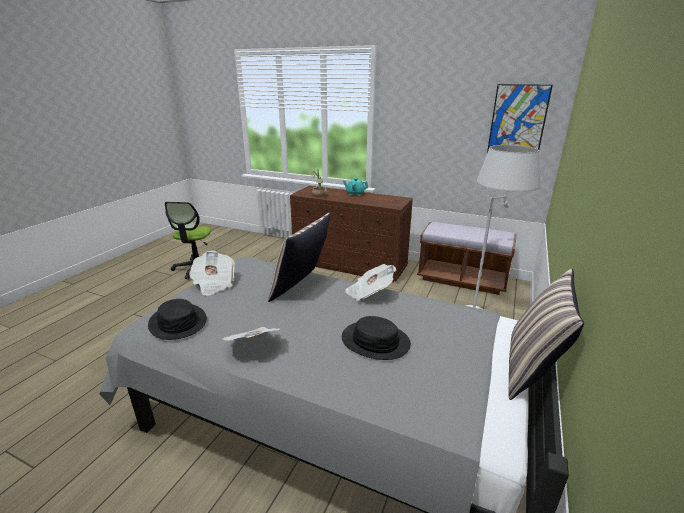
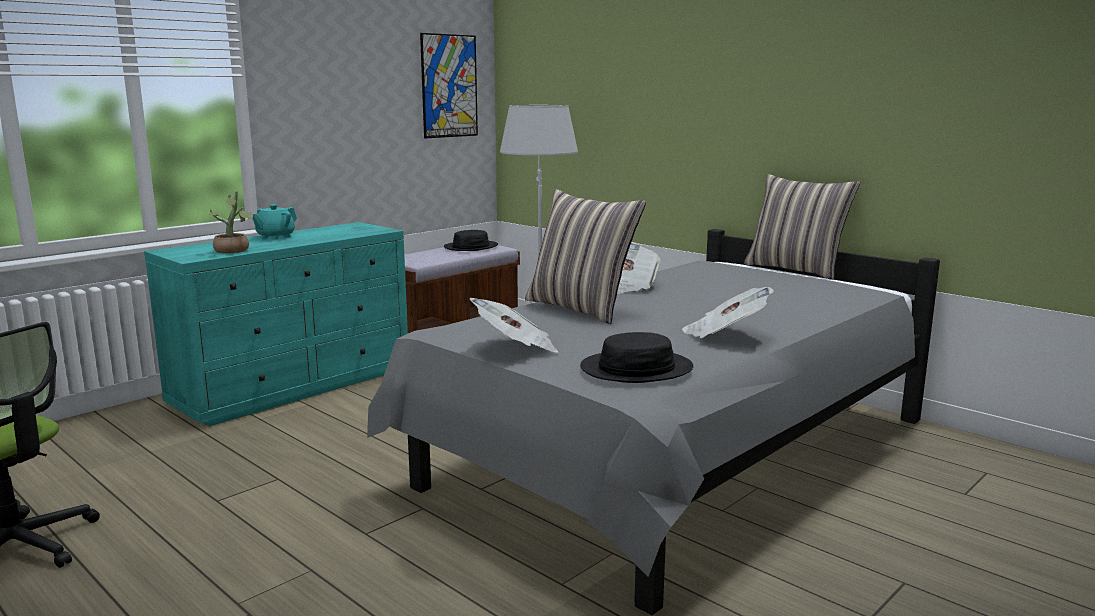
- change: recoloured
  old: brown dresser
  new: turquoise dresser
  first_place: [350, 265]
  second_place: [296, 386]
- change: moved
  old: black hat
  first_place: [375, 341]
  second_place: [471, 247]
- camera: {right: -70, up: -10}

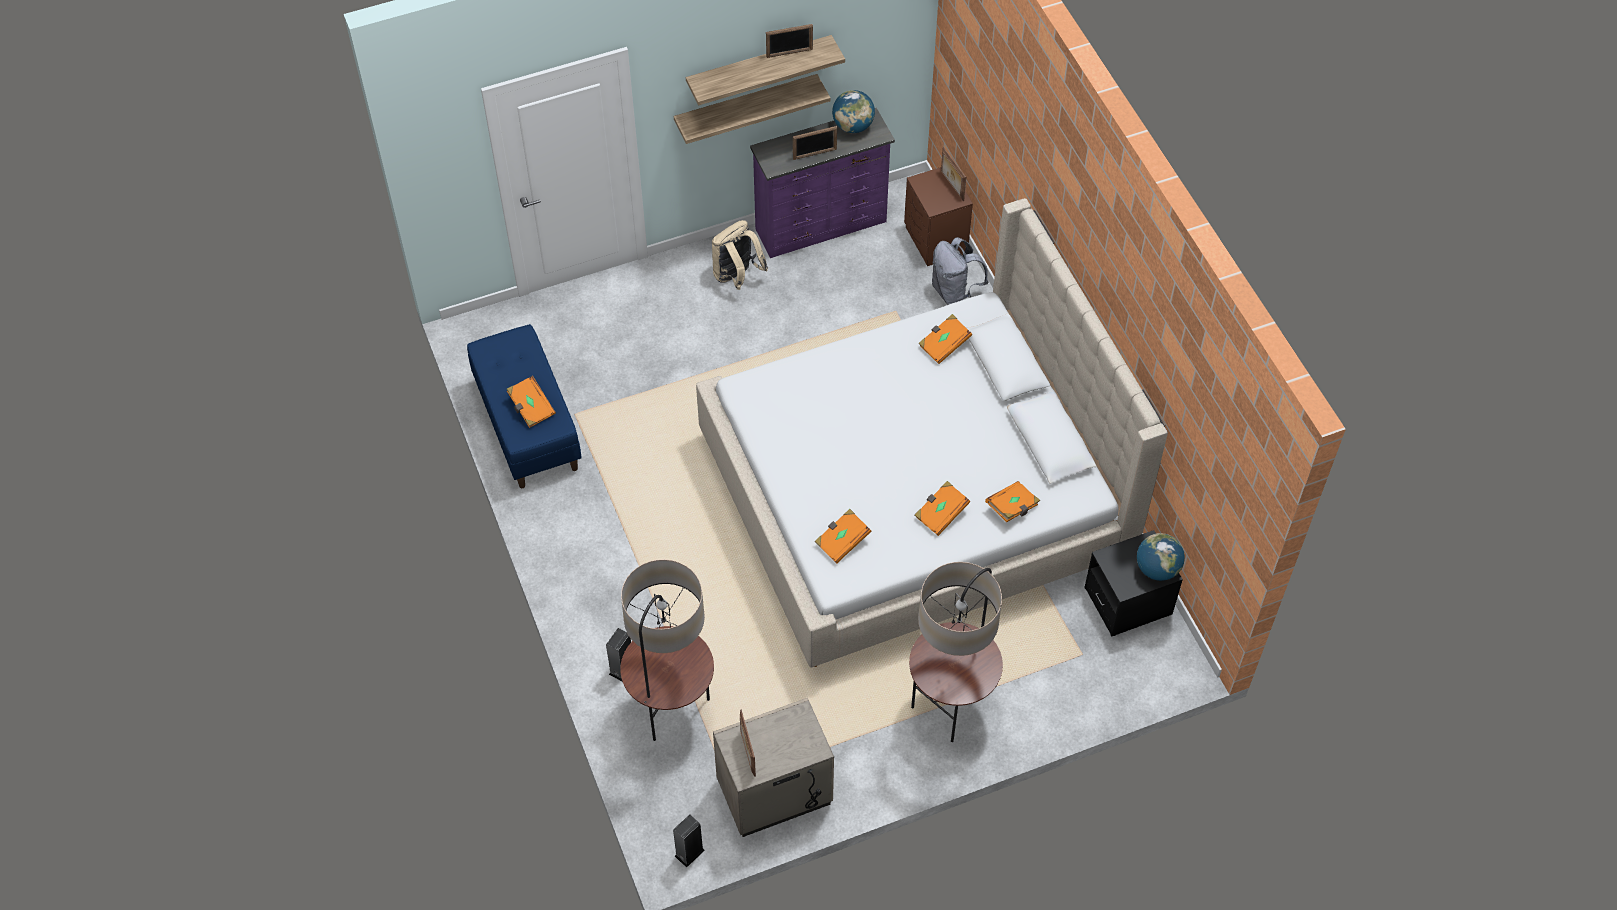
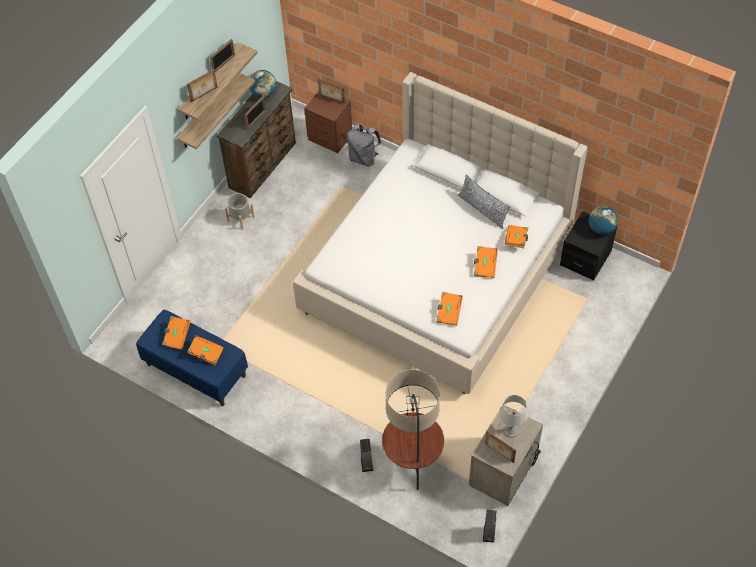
- change: replaced
  old: beige backpack
  new: grey planter
  first_place: [736, 276]
  second_place: [241, 218]
- change: recoloured
  old: purple dresser
  new: brown dresser
  first_place: [822, 226]
  second_place: [264, 165]
- change: removed
  old: floor lamp
  first_place: [950, 706]
- change: moved
  old: orange book
  first_place: [944, 344]
  second_place: [176, 336]
- change: added
  new: picture frame
  second_place: [204, 95]
- change: added
  new: pillow
  second_place: [482, 209]
- change: added
  new: grey table lamp
  second_place: [511, 430]
- camera: {right: -35, up: 0}

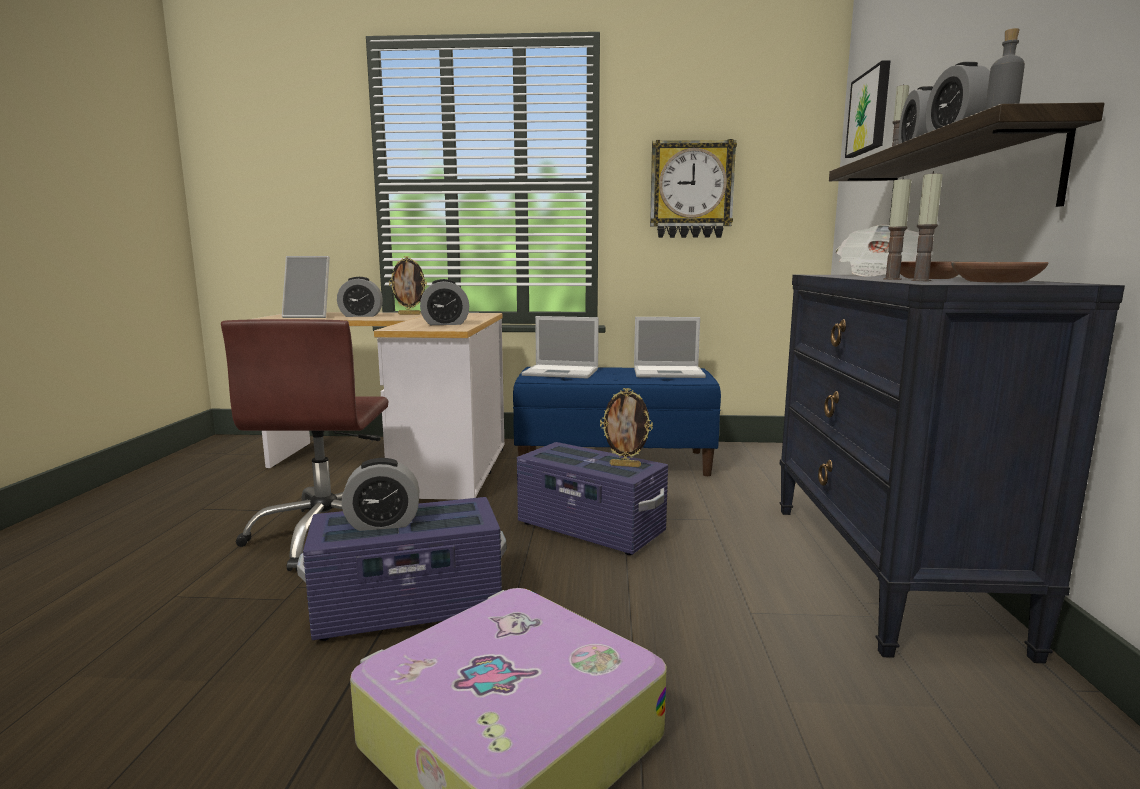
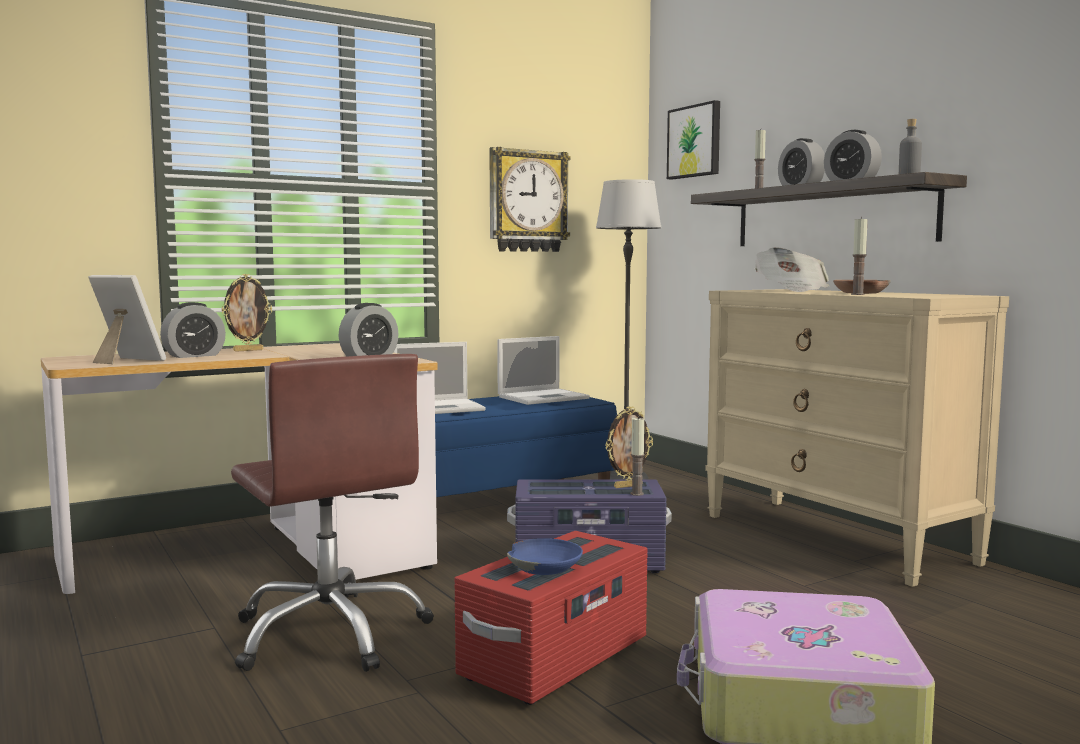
- change: turned
  old: picture frame
  first_place: [310, 316]
  second_place: [125, 361]
  degrees: -120
- change: recoloured
  old: purple storage box
  new: red storage box
  first_place: [409, 607]
  second_place: [556, 659]
- change: replaced
  old: alarm clock
  new: blue bowl
  first_place: [383, 523]
  second_place: [545, 567]
- change: recoloured
  old: black dresser
  new: beige dresser
  first_place: [884, 570]
  second_place: [836, 538]
- change: moved
  old: candle
  first_place: [921, 280]
  second_place: [637, 493]
- change: removed
  old: brown bowl
  first_place: [998, 281]
- change: added
  new: floor lamp
  second_place: [626, 477]
- camera: {right: -35, up: -5}

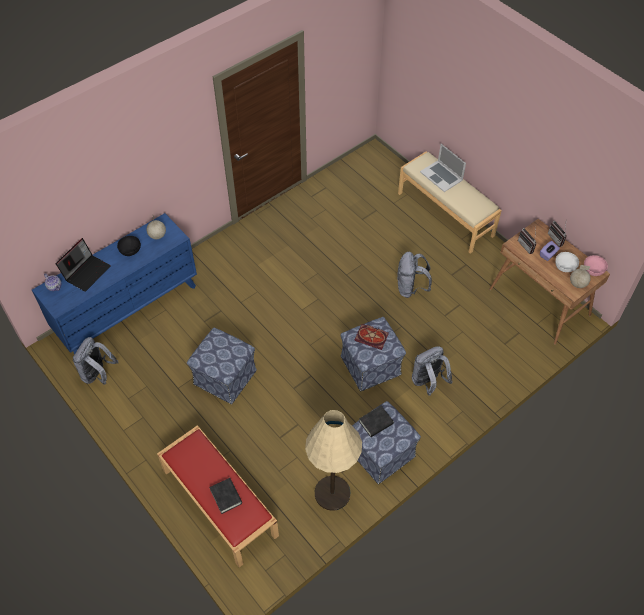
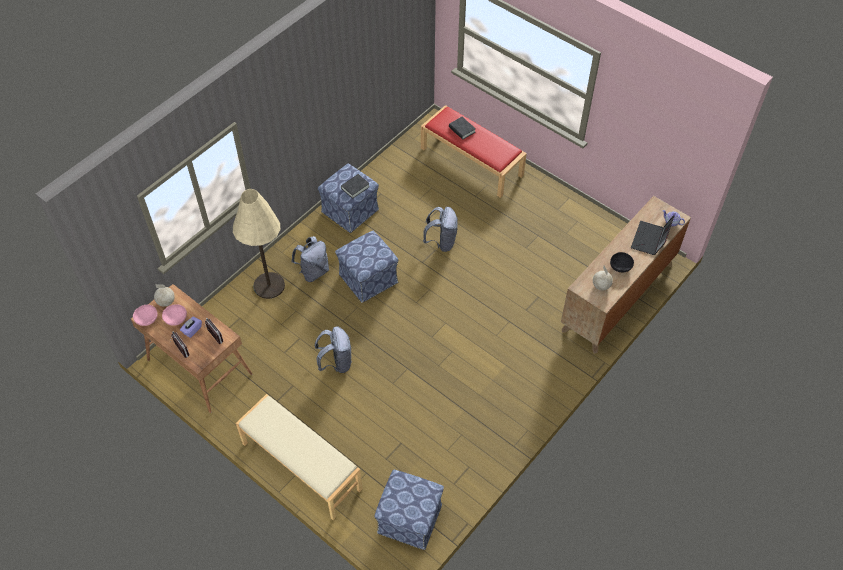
- change: recoloured
  old: blue dresser
  new: brown dresser
  first_place: [127, 309]
  second_place: [618, 297]
- change: moved
  old: grey backpack
  first_place: [98, 374]
  second_place: [441, 242]
- change: moved
  old: ottoman
  first_place: [224, 377]
  second_place: [410, 519]
- change: moved
  old: beige floor lamp
  first_place: [332, 493]
  second_place: [269, 286]
- change: removed
  old: book
  first_place: [372, 337]
- change: removed
  old: laptop
  first_place: [441, 176]
- change: recoloured
  old: white bowl
  new: pink bowl
  first_place: [565, 266]
  second_place: [176, 319]
- camera: {right: 170, up: 0}

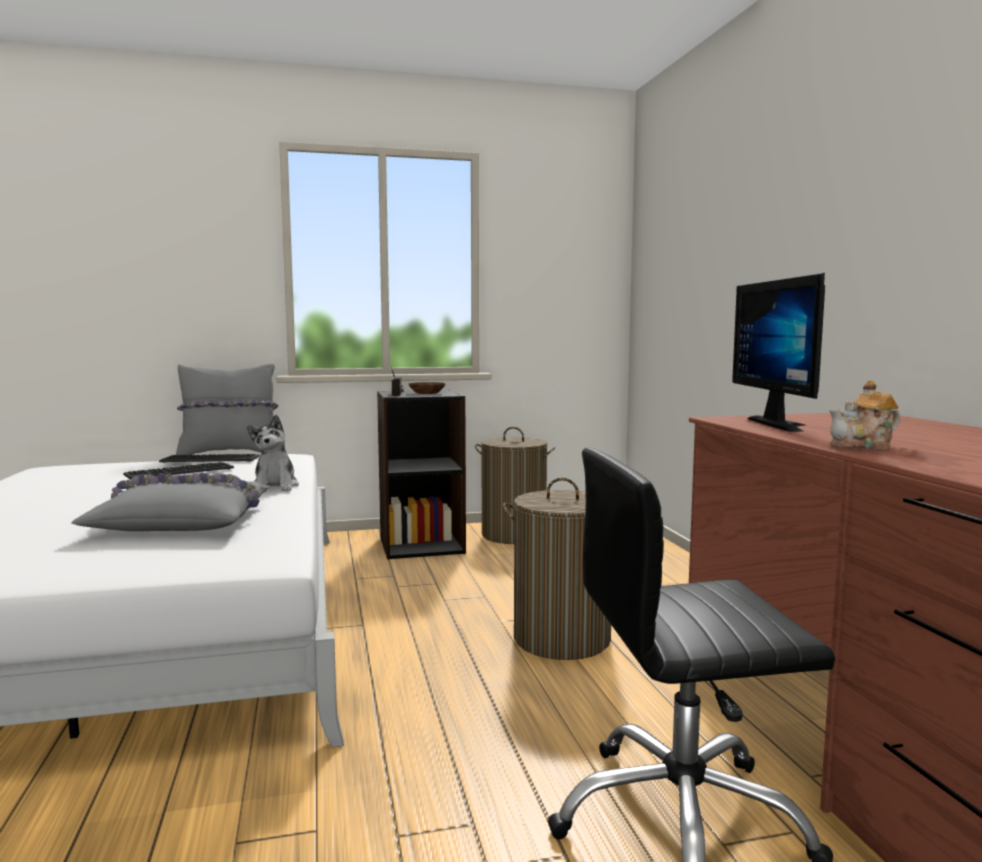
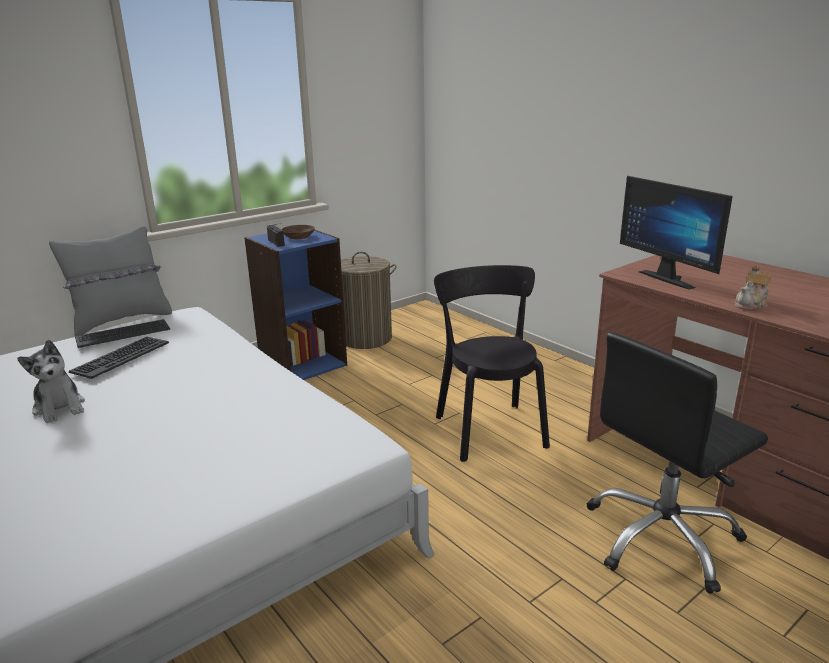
- change: removed
  old: grey pillow
  first_place: [184, 522]
- change: moved
  old: plush toy
  first_place: [275, 486]
  second_place: [60, 407]
- change: recoloured
  old: black bookcase
  new: blue bookcase
  first_place: [421, 545]
  second_place: [302, 363]
- change: replaced
  old: laundry basket
  new: black chair
  first_place: [562, 639]
  second_place: [489, 428]
- camera: {right: -25, up: 15}

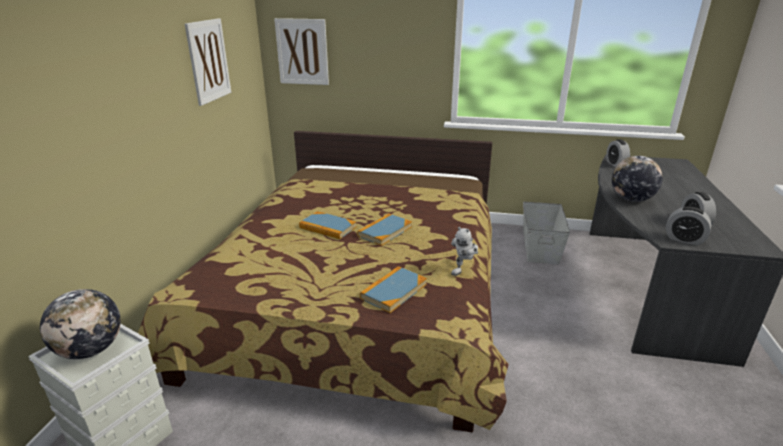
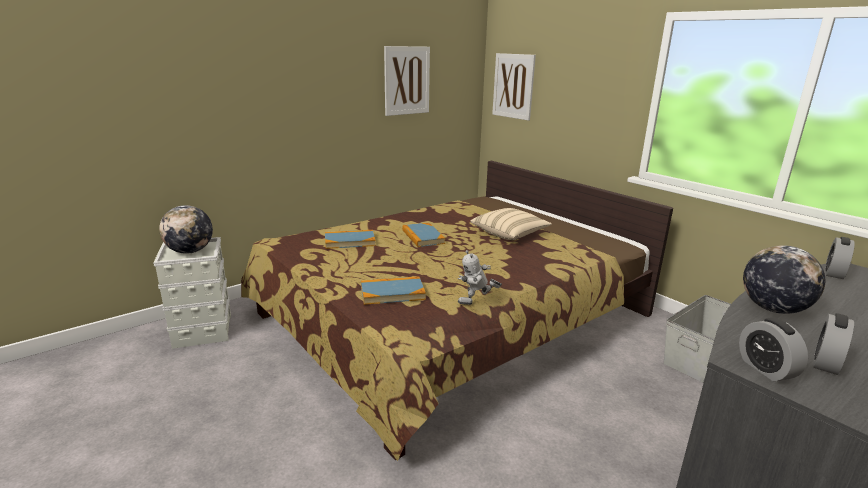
- change: moved
  old: book
  first_place: [385, 231]
  second_place: [350, 241]
- change: added
  new: beige pillow
  second_place: [510, 234]
- camera: {right: 40, up: -5}

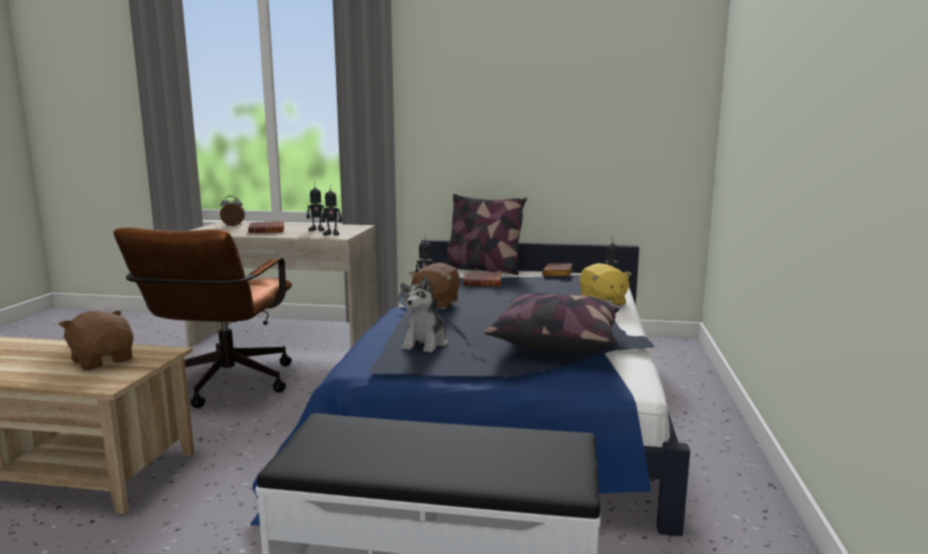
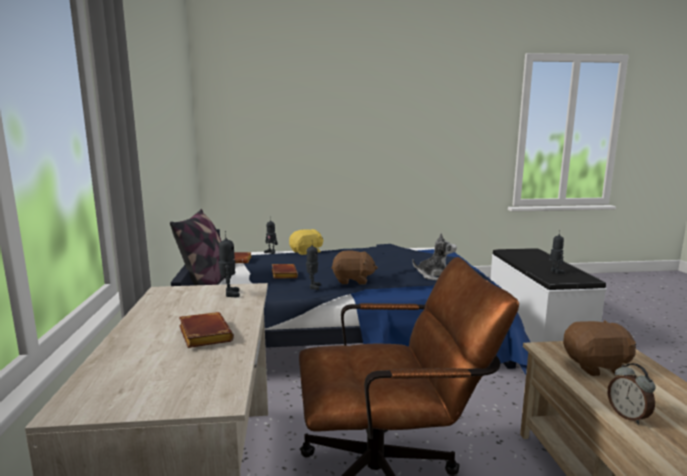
- change: turned
  old: brown plush toy
  first_place: [103, 360]
  second_place: [596, 366]
  degrees: -120
- change: moved
  old: alarm clock
  first_place: [233, 225]
  second_place: [628, 416]
- change: moved
  old: toy robot
  first_place: [317, 230]
  second_place: [555, 272]
- change: removed
  old: pillow
  first_place: [555, 342]
- camera: {right: -105, up: 0}

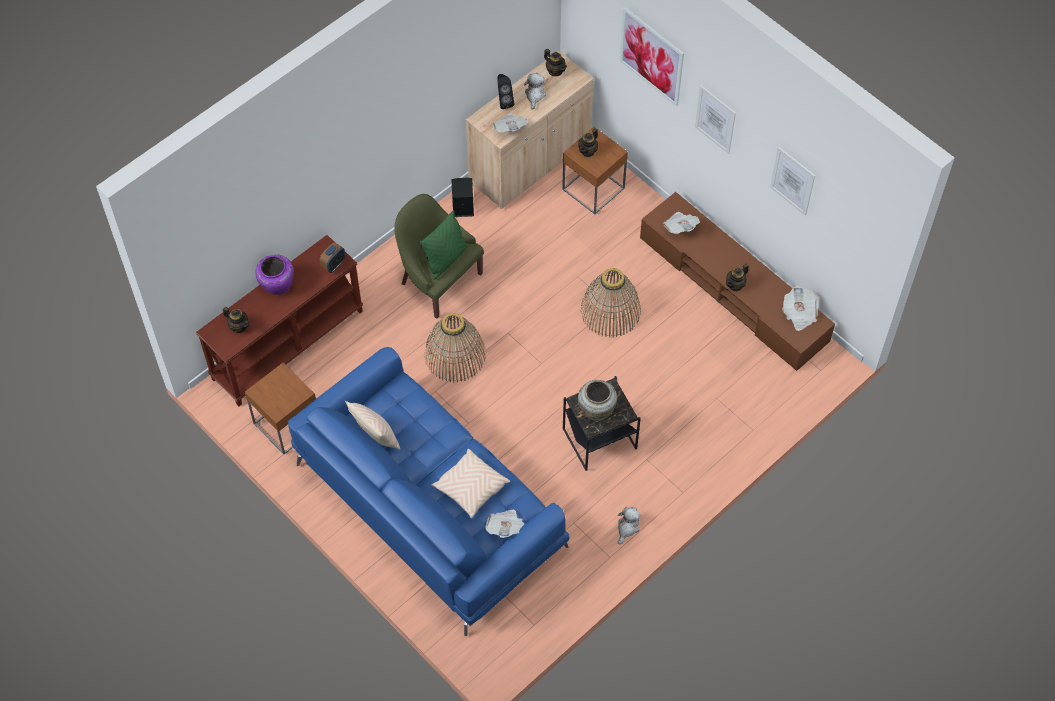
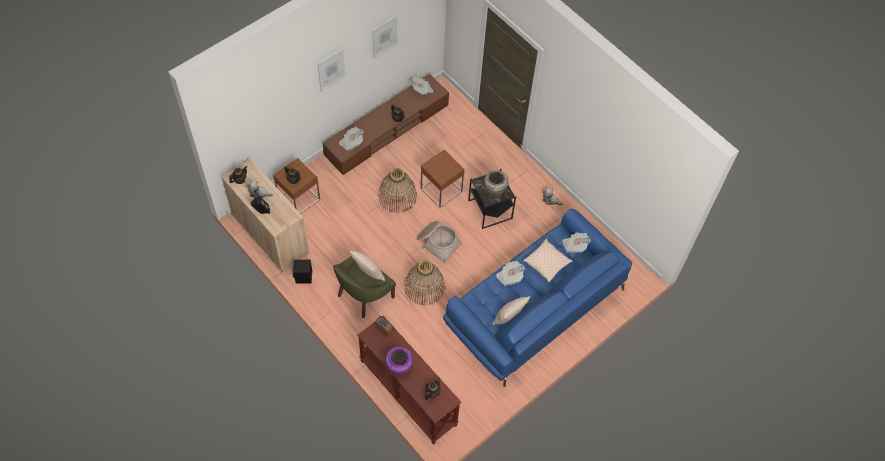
- change: moved
  old: brown side table
  first_place: [287, 424]
  second_place: [441, 190]
- change: recoloured
  old: green pillow
  new: beige pillow
  first_place: [446, 259]
  second_place: [368, 273]
- change: moved
  old: newspaper
  first_place: [509, 128]
  second_place: [509, 276]
- change: removed
  old: picture
  first_place: [651, 56]
- change: added
  new: basket
  second_place: [438, 243]
- camera: {right: -90, up: 0}

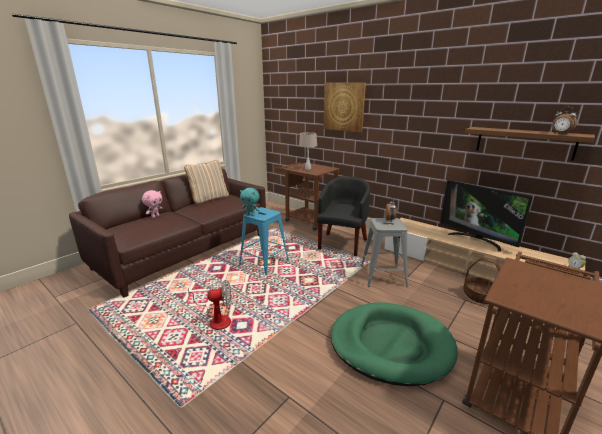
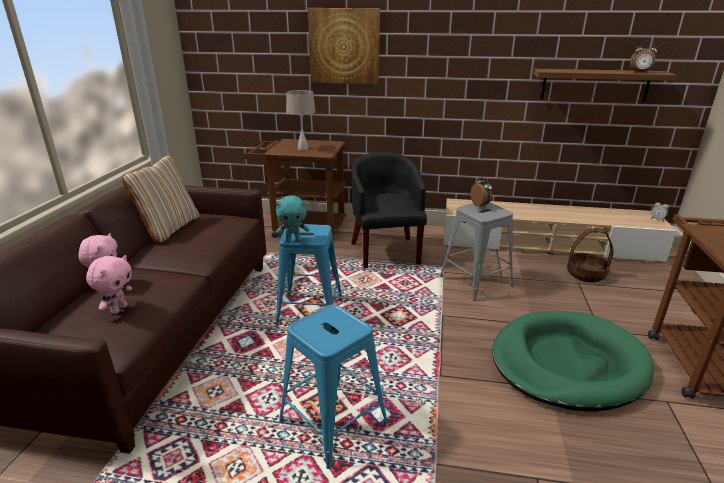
- change: replaced
  old: fan
  new: blue stool
  first_place: [215, 320]
  second_place: [334, 422]
- change: removed
  old: television
  first_place: [476, 240]
- change: added
  new: pink plush toy
  second_place: [119, 309]
- camera: {right: -30, up: 5}

